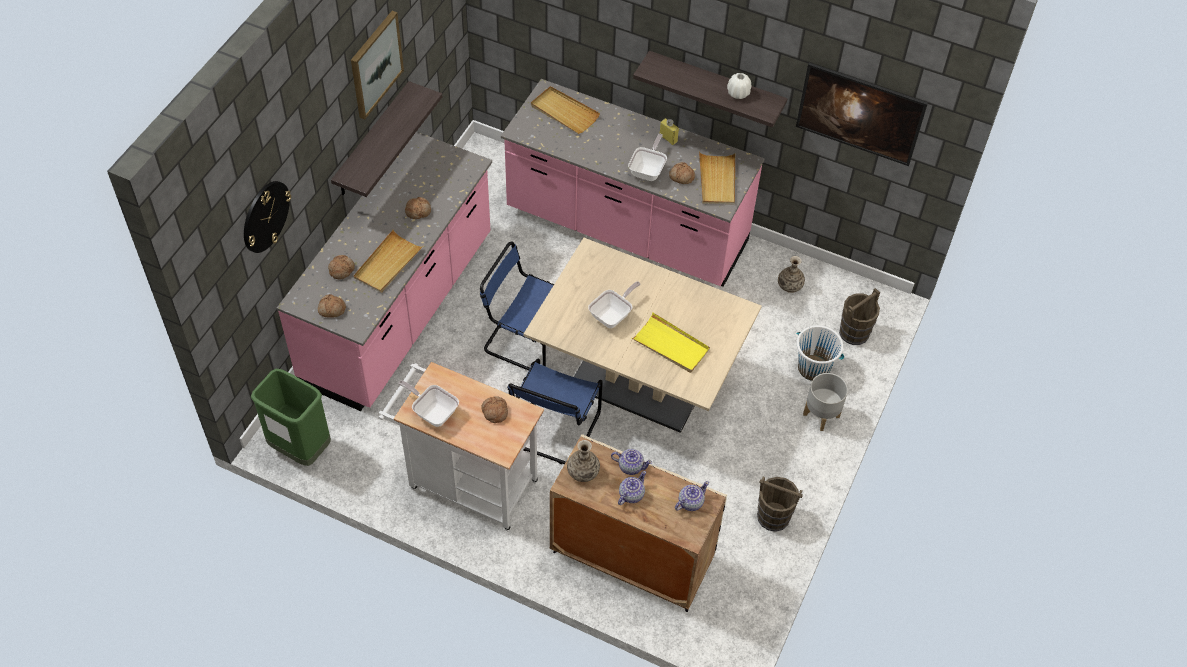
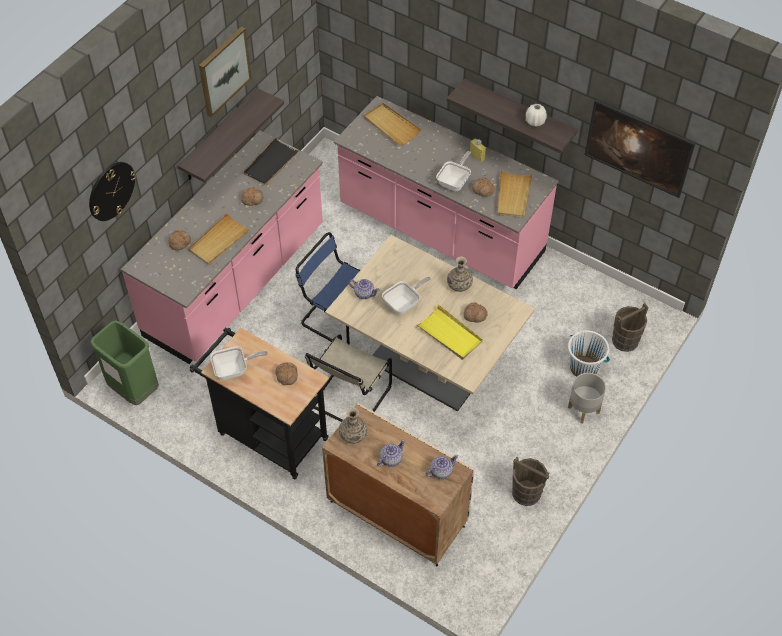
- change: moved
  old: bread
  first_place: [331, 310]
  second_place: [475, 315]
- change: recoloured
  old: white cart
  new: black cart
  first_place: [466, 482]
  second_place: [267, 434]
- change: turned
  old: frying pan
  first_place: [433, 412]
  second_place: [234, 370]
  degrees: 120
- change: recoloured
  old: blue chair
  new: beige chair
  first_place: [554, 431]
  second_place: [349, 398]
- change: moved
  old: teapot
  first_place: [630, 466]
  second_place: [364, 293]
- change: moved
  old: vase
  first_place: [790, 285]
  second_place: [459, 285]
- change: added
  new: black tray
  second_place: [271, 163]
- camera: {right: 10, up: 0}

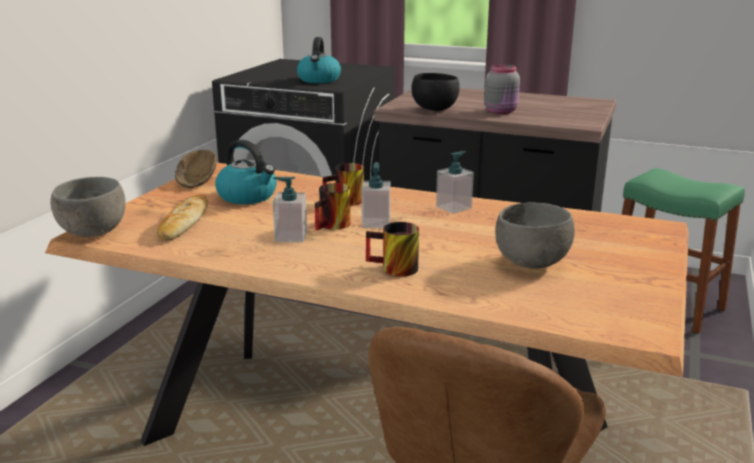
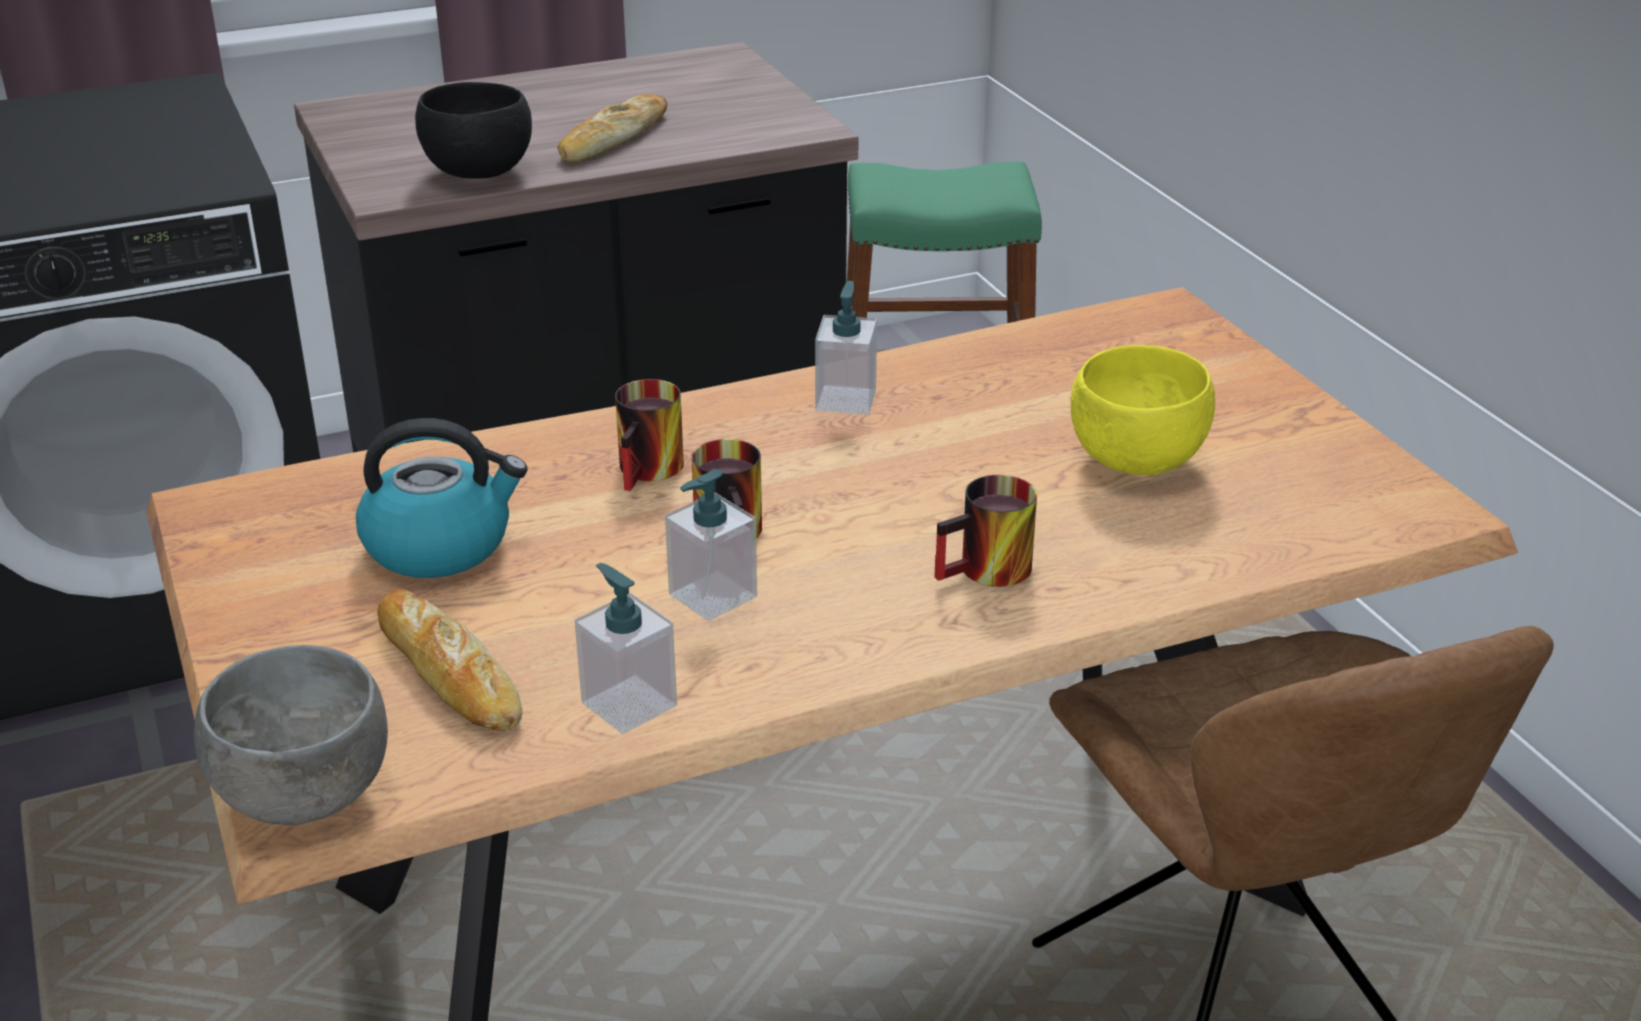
- change: removed
  old: brown bowl
  first_place: [195, 182]
- change: removed
  old: kettle
  first_place: [319, 80]
- change: moved
  old: soap dispenser
  first_place: [376, 223]
  second_place: [628, 704]
- change: replaced
  old: grey jar
  new: bread
  first_place: [501, 111]
  second_place: [613, 138]
- change: recoloured
  old: grey bowl
  new: yellow bowl
  first_place: [531, 262]
  second_place: [1134, 460]
- camera: {right: -45, up: 10}

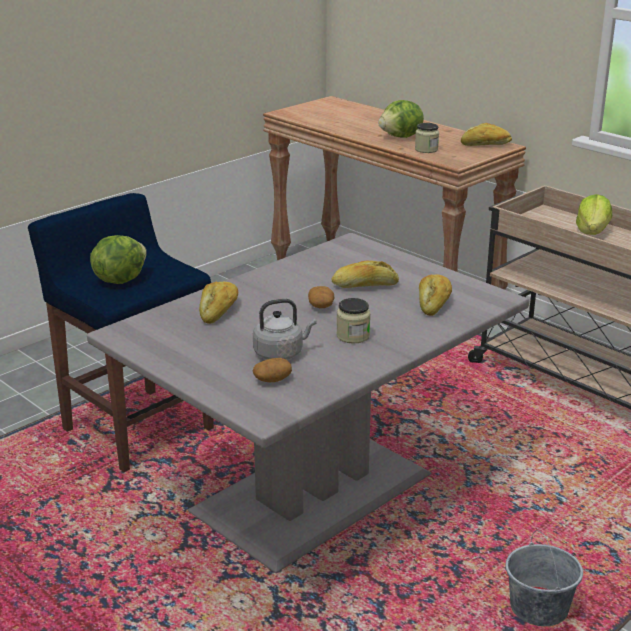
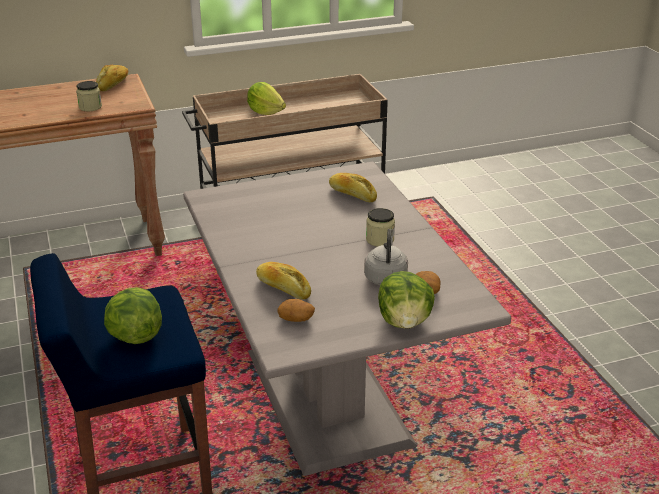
- change: moved
  old: potato
  first_place: [321, 306]
  second_place: [296, 318]
- change: removed
  old: bread
  first_place: [365, 286]
- change: moved
  old: lettuce
  first_place: [401, 137]
  second_place: [405, 322]
- change: removed
  old: grey bucket
  first_place: [539, 608]
- camera: {right: -65, up: 5}

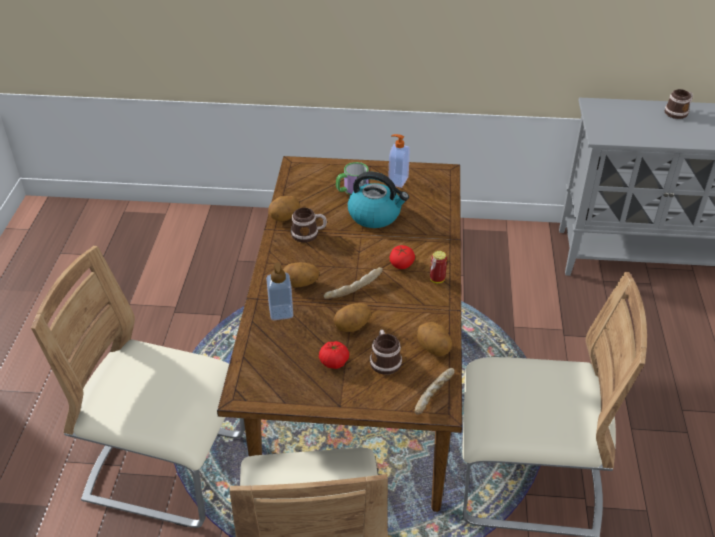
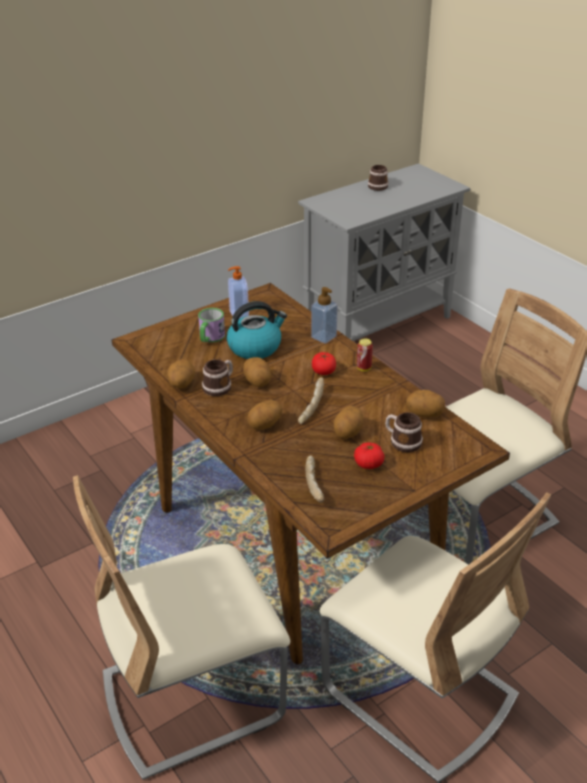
- change: moved
  old: soap dispenser
  first_place: [281, 312]
  second_place: [323, 337]
- change: moved
  old: bread
  first_place: [434, 396]
  second_place: [315, 484]
- change: added
  new: potato
  second_place: [257, 382]
- camera: {right: -40, up: -5}

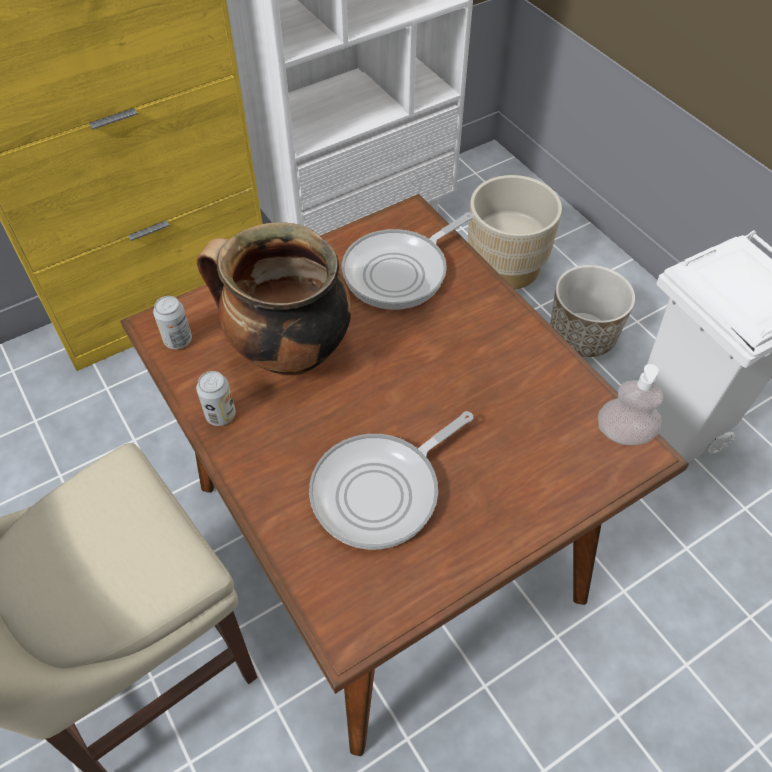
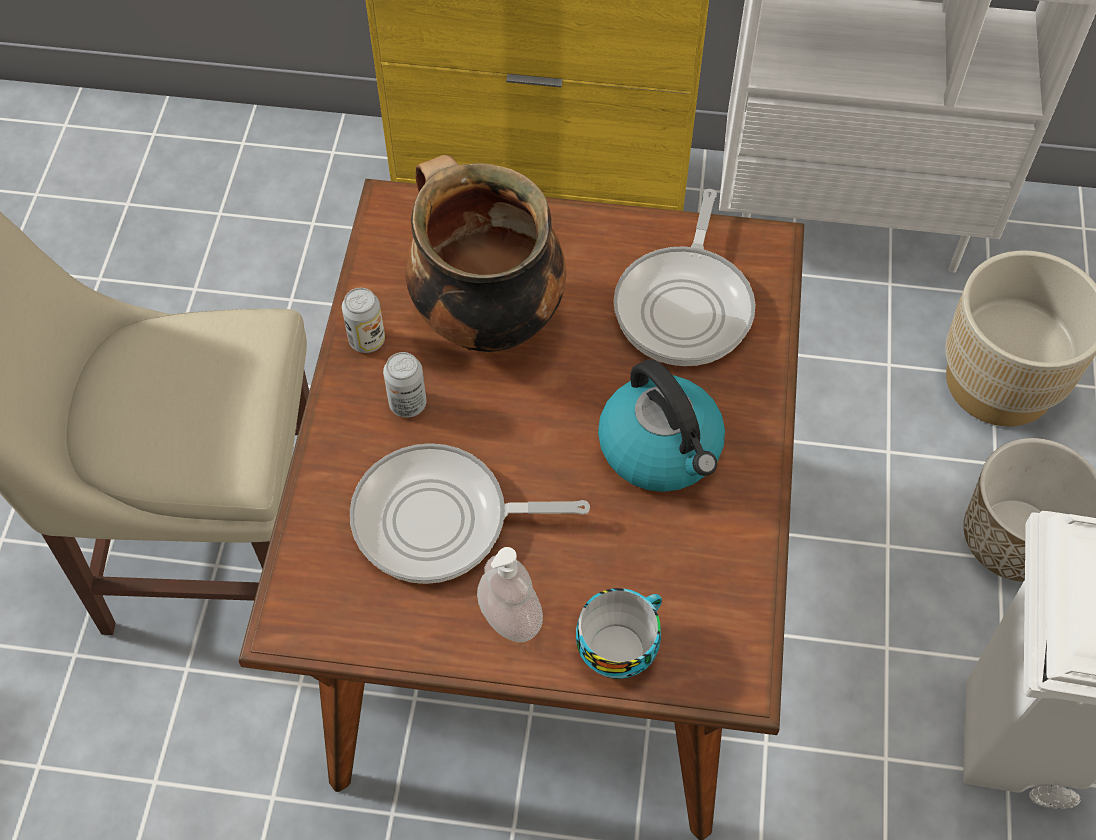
- change: moved
  old: can
  first_place: [178, 340]
  second_place: [408, 404]
- change: turned
  old: frying pan
  first_place: [400, 272]
  second_place: [685, 305]
  degrees: -75
- change: moved
  old: soap dispenser
  first_place: [623, 434]
  second_place: [510, 617]
- change: added
  new: cup
  second_place: [618, 646]
- change: added
  new: kettle
  second_place: [661, 449]
- camera: {right: 40, up: 5}

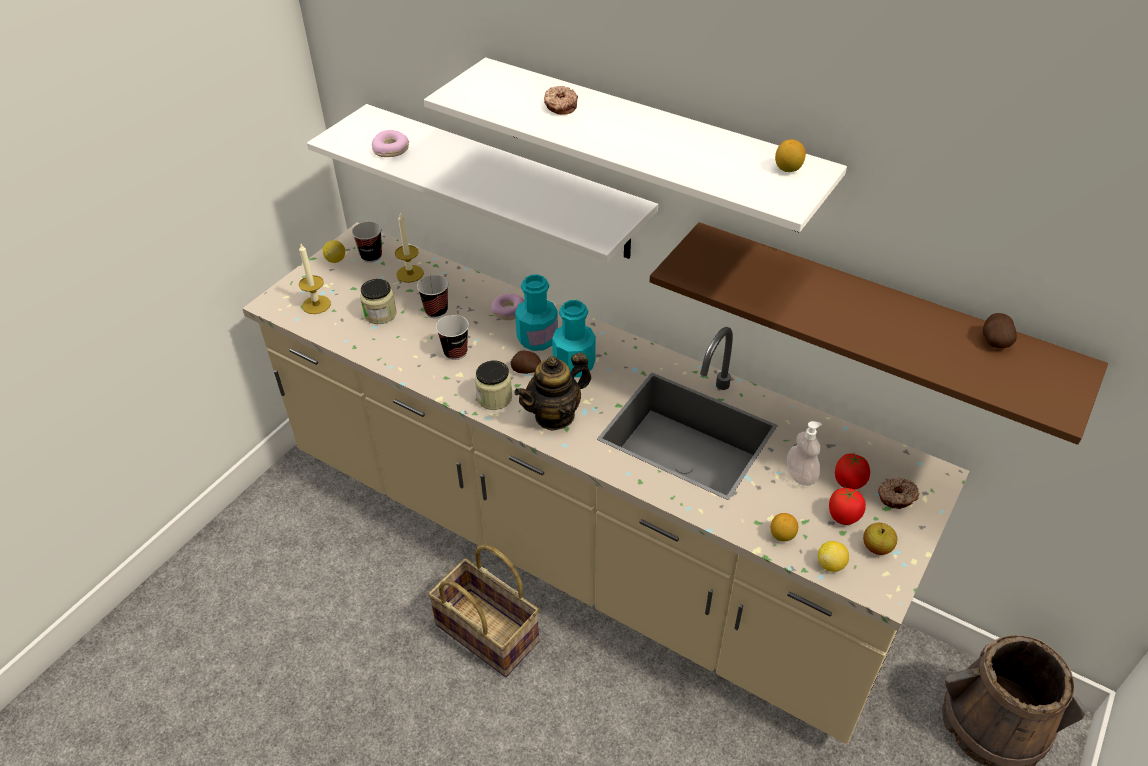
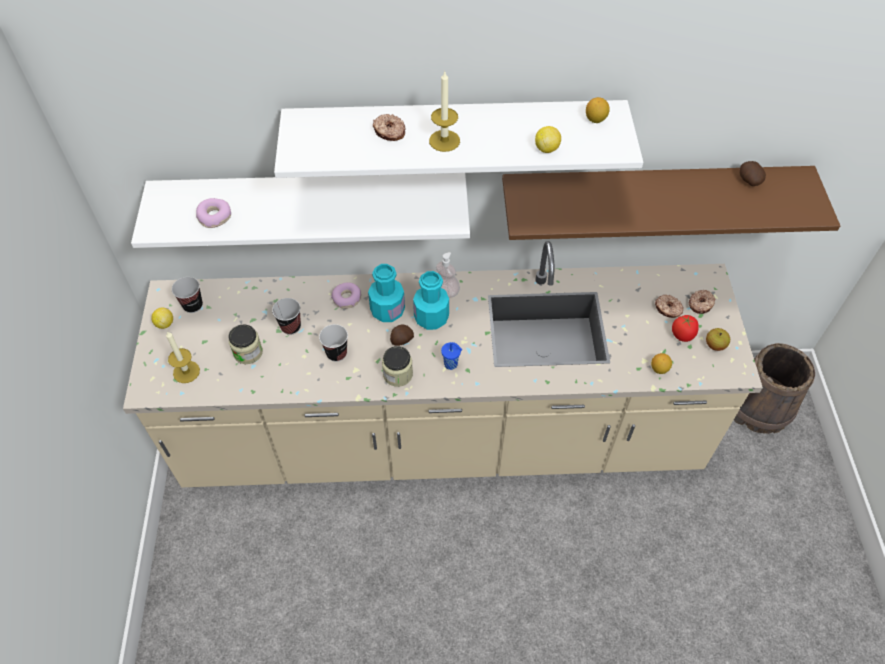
- change: moved
  old: candle
  first_place: [410, 274]
  second_place: [444, 141]
- change: removed
  old: basket
  first_place: [488, 632]
- change: replaced
  old: teapot
  new: blue cup
  first_place: [555, 415]
  second_place: [451, 364]
- change: moved
  old: soap dispenser
  first_place: [800, 475]
  second_place: [445, 291]
- change: moved
  old: lemon
  first_place: [831, 564]
  second_place: [546, 148]
- change: replaced
  old: tomato
  new: donut
  first_place: [849, 482]
  second_place: [668, 309]
- camera: {right: -35, up: 10}

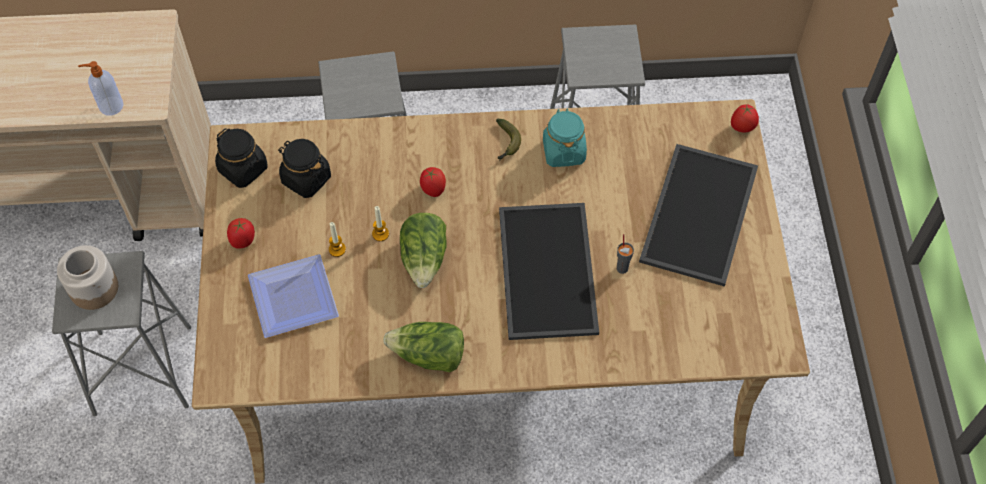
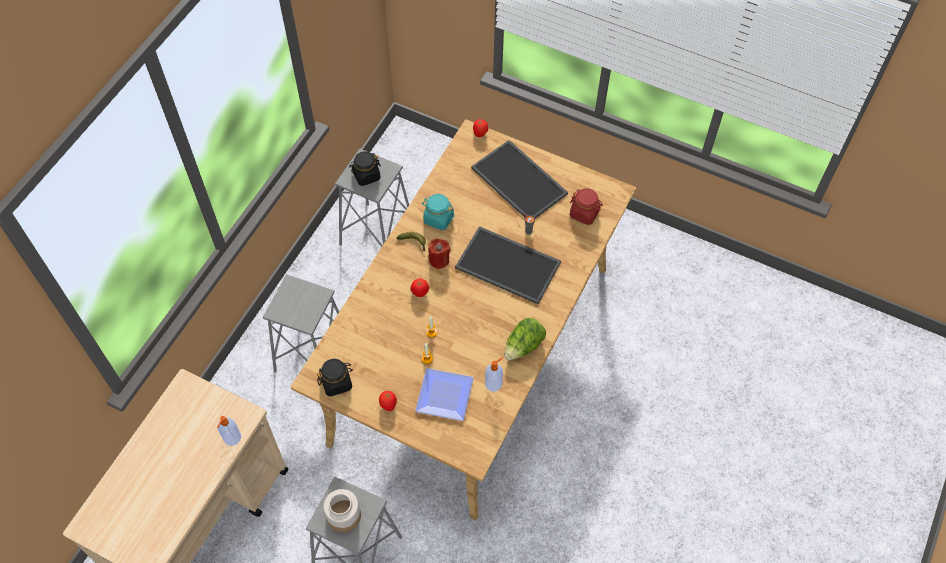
- change: moved
  old: black jar
  first_place: [306, 179]
  second_place: [366, 176]
- change: removed
  old: lettuce
  first_place: [425, 259]
- change: added
  new: red candle
  second_place: [439, 260]
- change: added
  new: soap dispenser
  second_place: [494, 383]
- change: added
  new: red jar
  second_place: [584, 213]
- camera: {right: -60, up: 0}

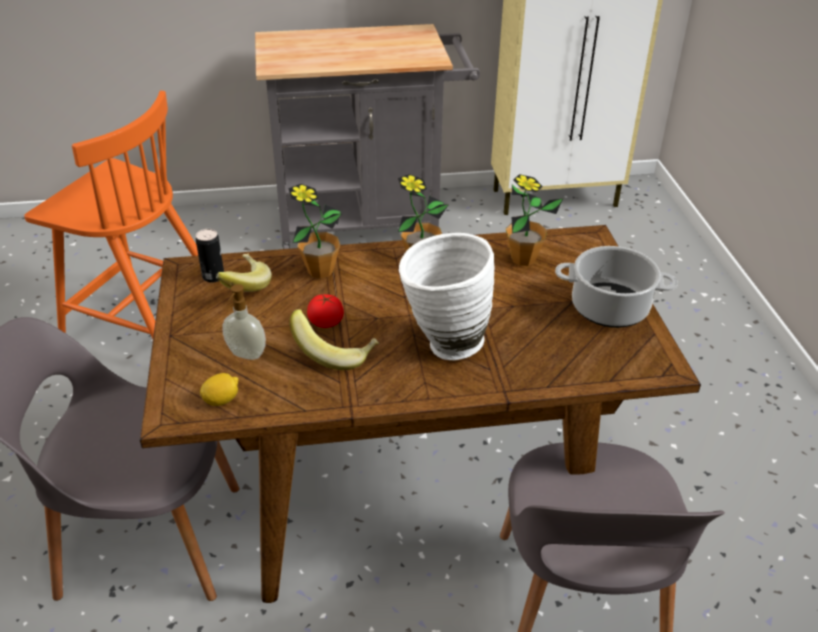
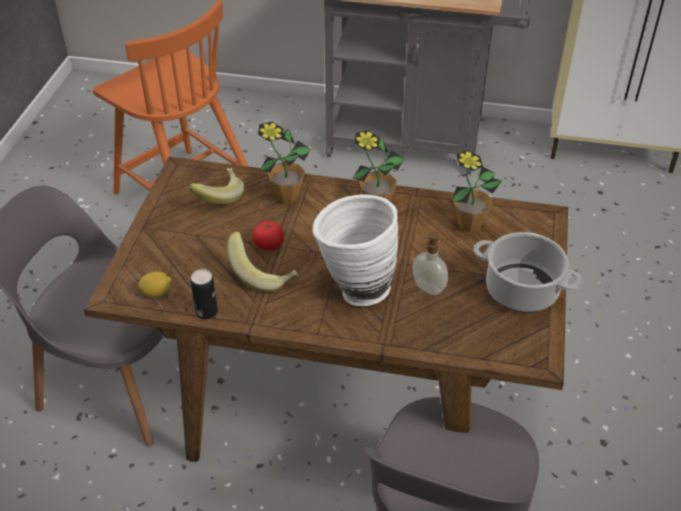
- change: moved
  old: can
  first_place: [213, 277]
  second_place: [206, 312]
- change: moved
  old: soap dispenser
  first_place: [246, 355]
  second_place: [427, 288]
- camera: {right: 20, up: 5}

